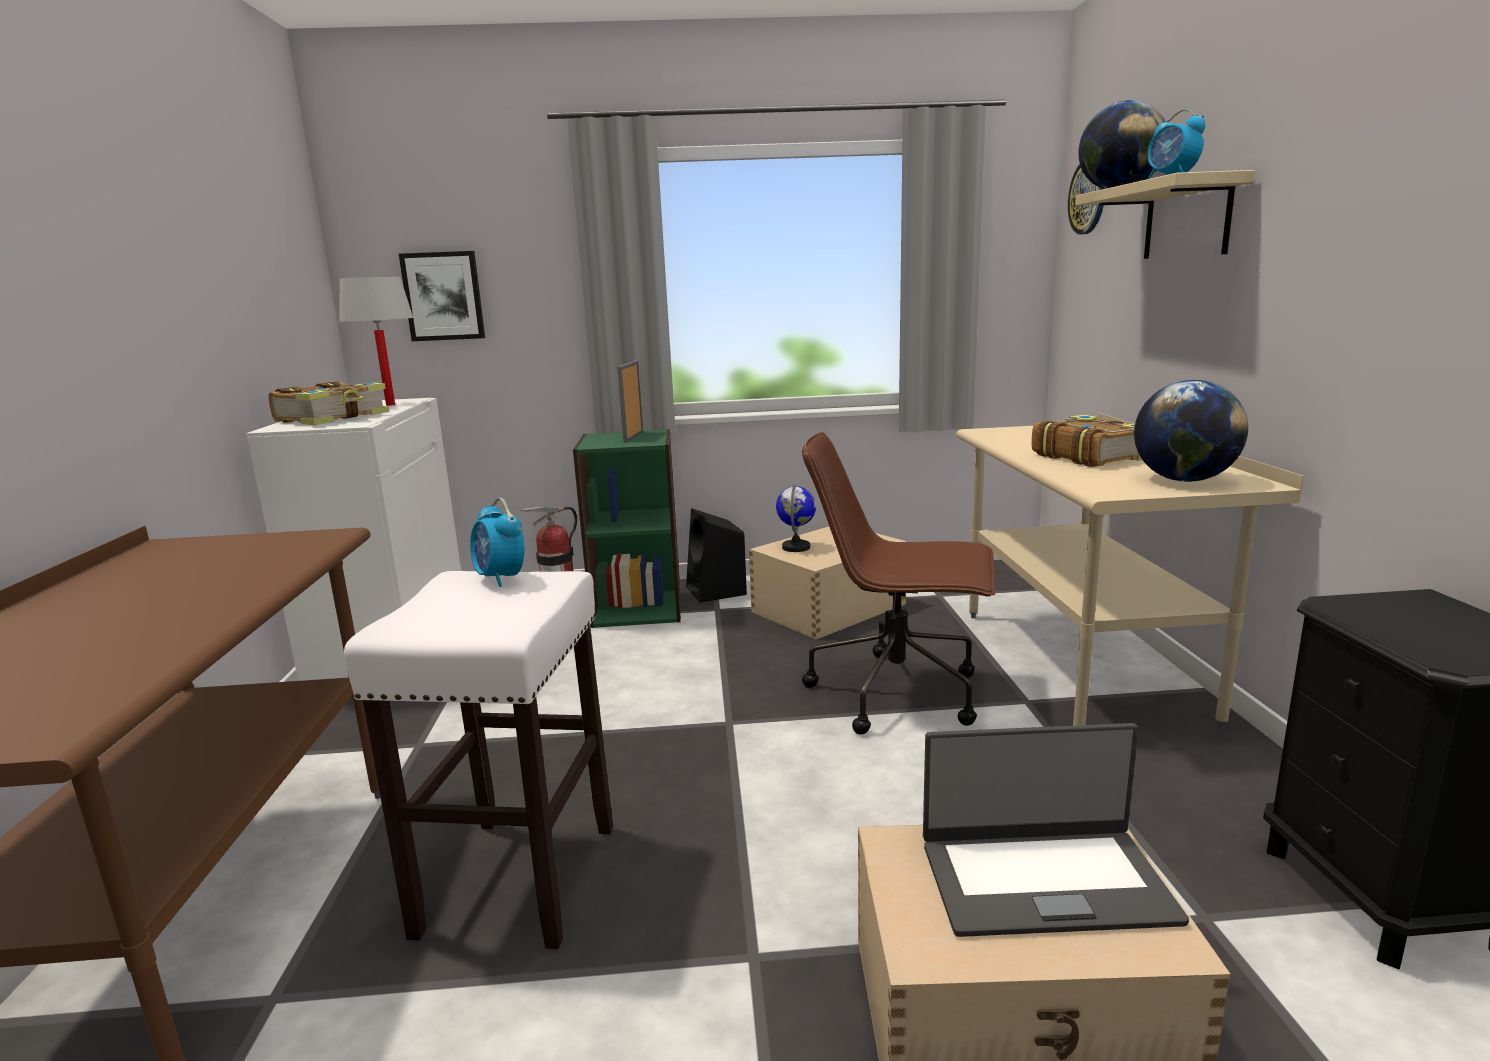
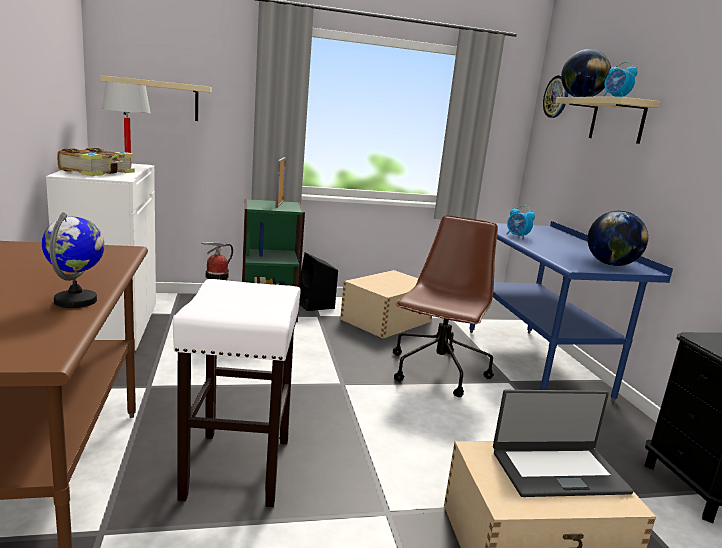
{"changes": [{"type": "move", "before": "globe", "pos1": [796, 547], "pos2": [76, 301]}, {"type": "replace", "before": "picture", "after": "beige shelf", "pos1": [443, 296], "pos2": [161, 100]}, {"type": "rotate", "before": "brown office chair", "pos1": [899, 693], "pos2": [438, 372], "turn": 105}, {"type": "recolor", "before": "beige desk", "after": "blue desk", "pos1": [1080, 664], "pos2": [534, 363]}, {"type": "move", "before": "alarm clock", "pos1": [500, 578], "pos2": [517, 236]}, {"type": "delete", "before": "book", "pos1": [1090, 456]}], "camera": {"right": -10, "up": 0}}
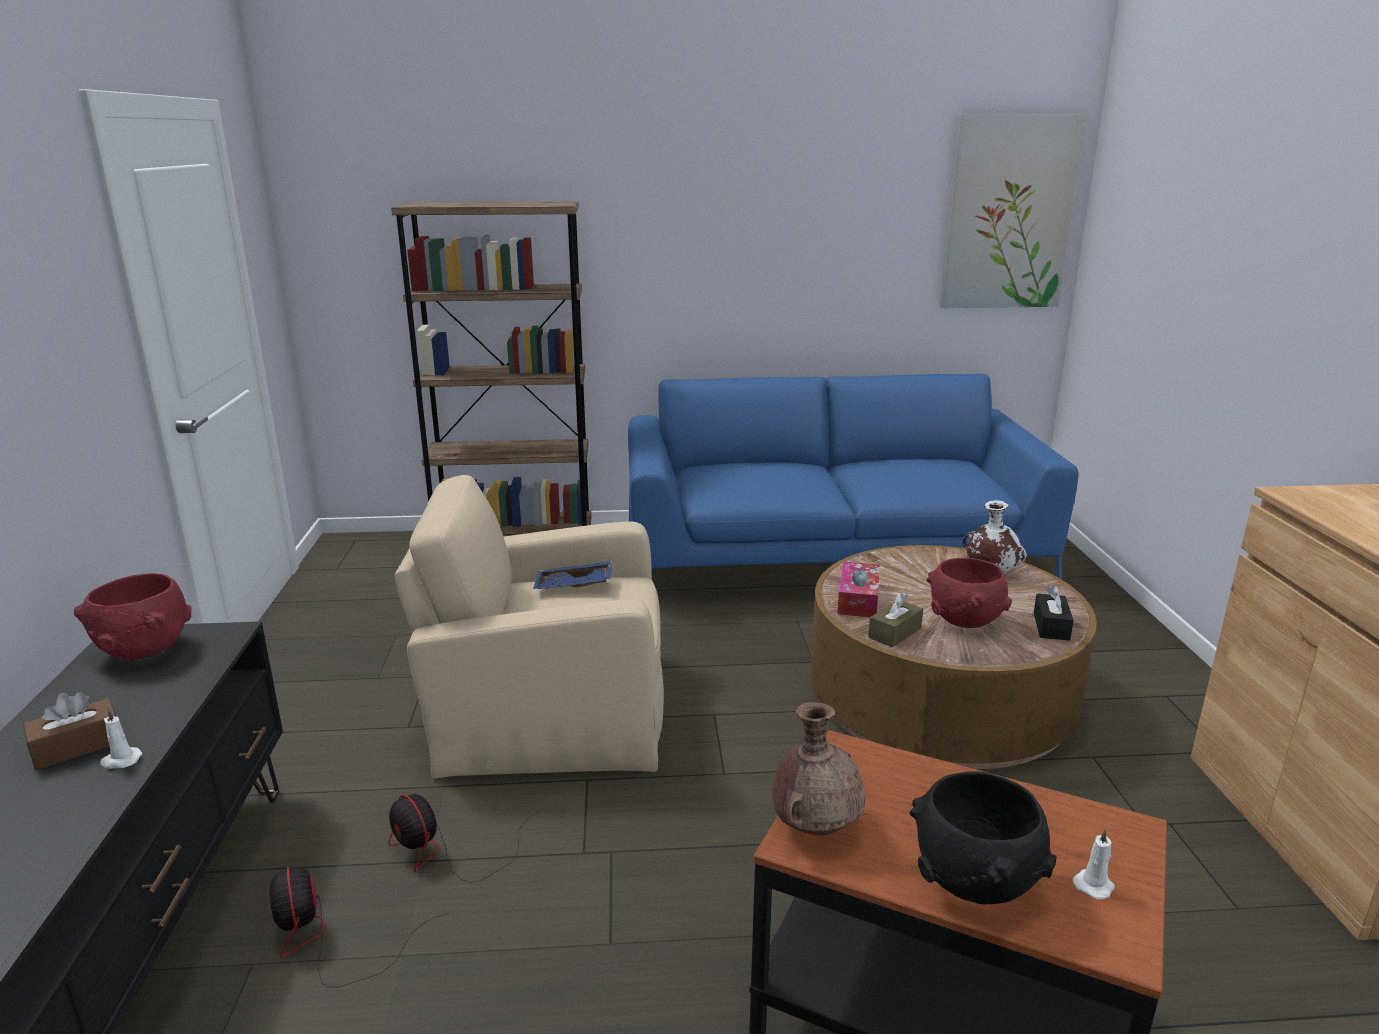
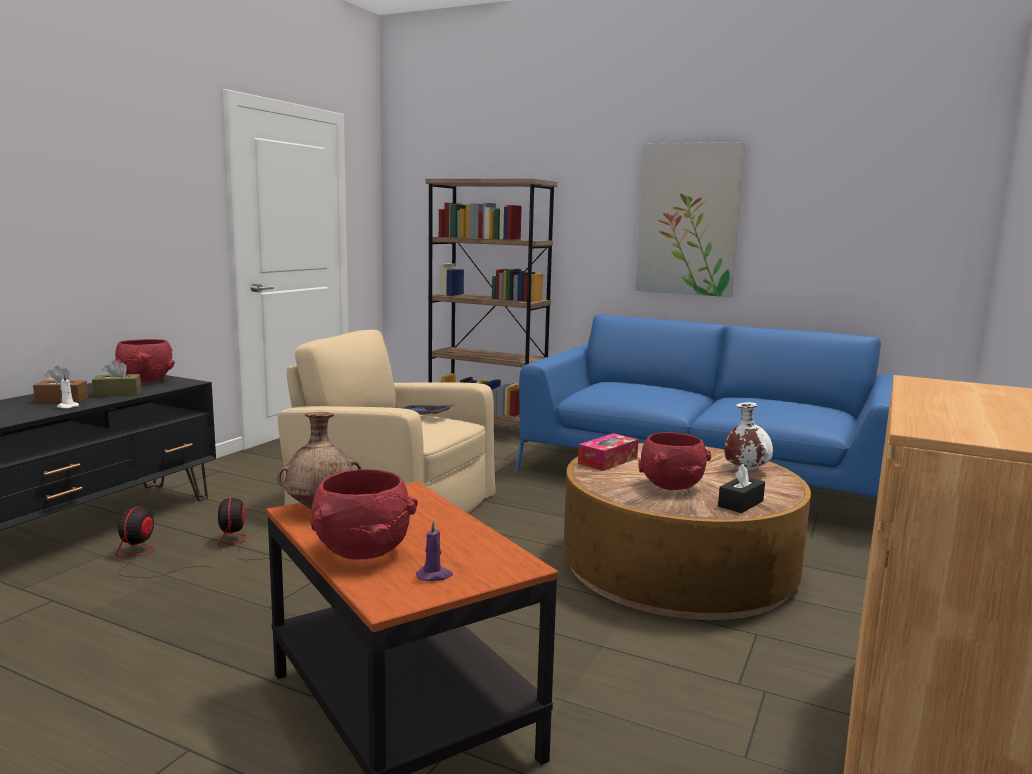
{"changes": [{"type": "move", "before": "brown tissue box", "pos1": [894, 633], "pos2": [117, 393]}, {"type": "recolor", "before": "black bowl", "after": "red bowl", "pos1": [976, 881], "pos2": [363, 552]}, {"type": "recolor", "before": "white candle", "after": "purple candle", "pos1": [1094, 885], "pos2": [434, 576]}, {"type": "move", "before": "picture", "pos1": [1008, 213], "pos2": [688, 220]}], "camera": {"right": 30, "up": -10}}
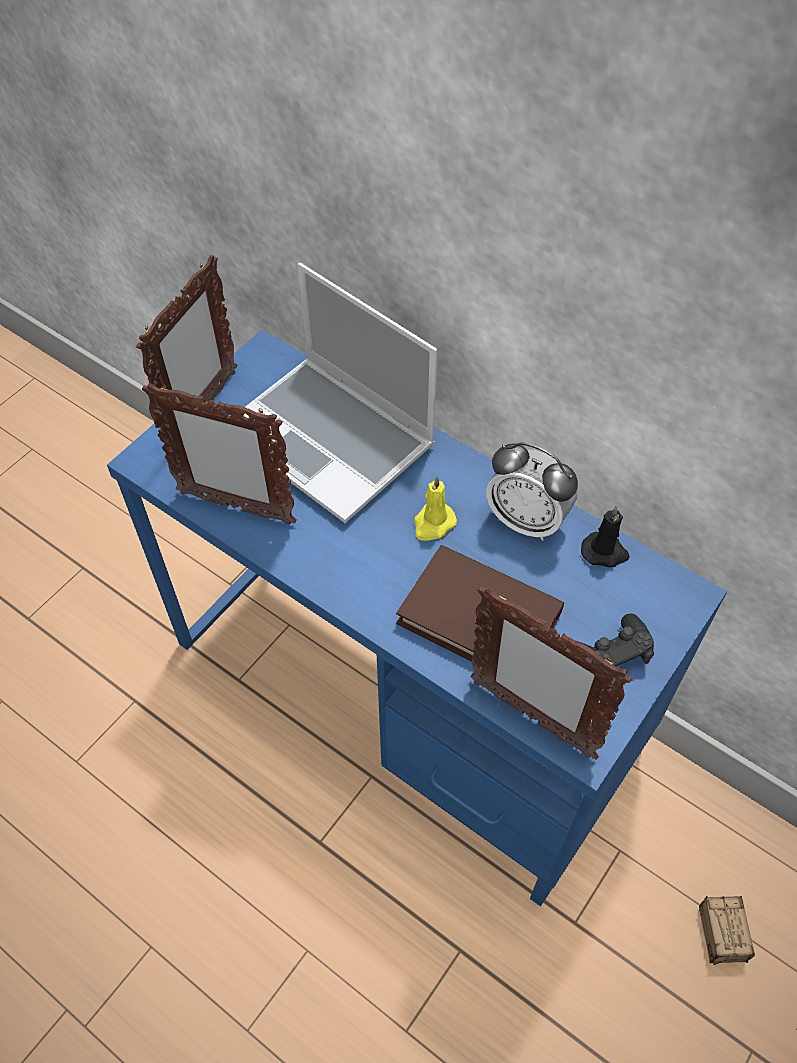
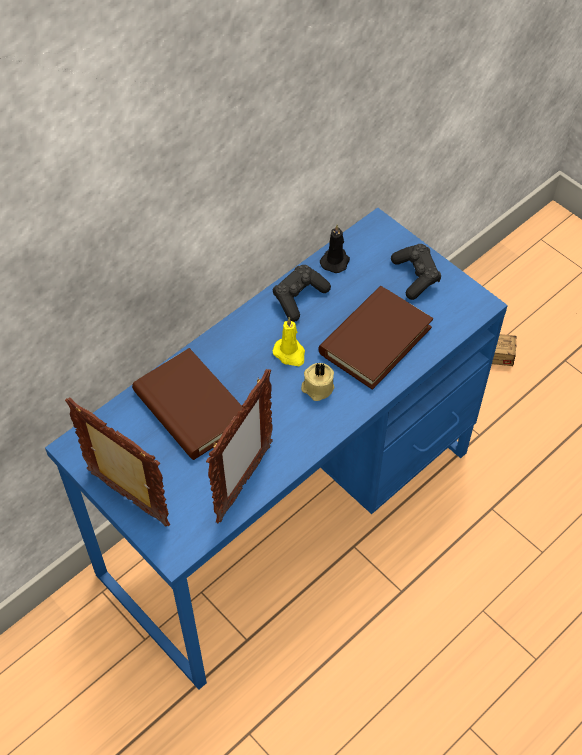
{"changes": [{"type": "replace", "before": "laptop", "after": "brown book", "pos1": [332, 440], "pos2": [191, 407]}, {"type": "replace", "before": "alarm clock", "after": "black game controller", "pos1": [526, 520], "pos2": [299, 298]}, {"type": "insert", "after": "beige candle", "pos2": [317, 388]}, {"type": "delete", "before": "picture frame", "pos1": [531, 717]}], "camera": {"right": -80, "up": 0}}
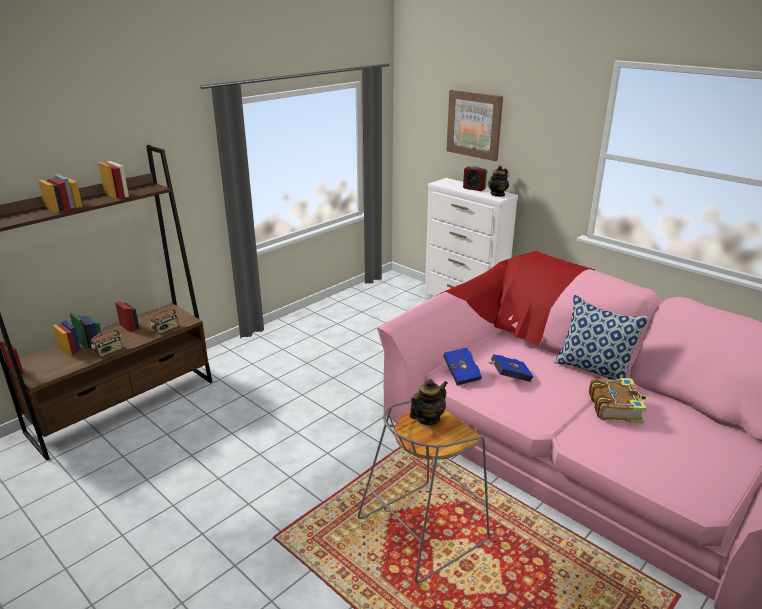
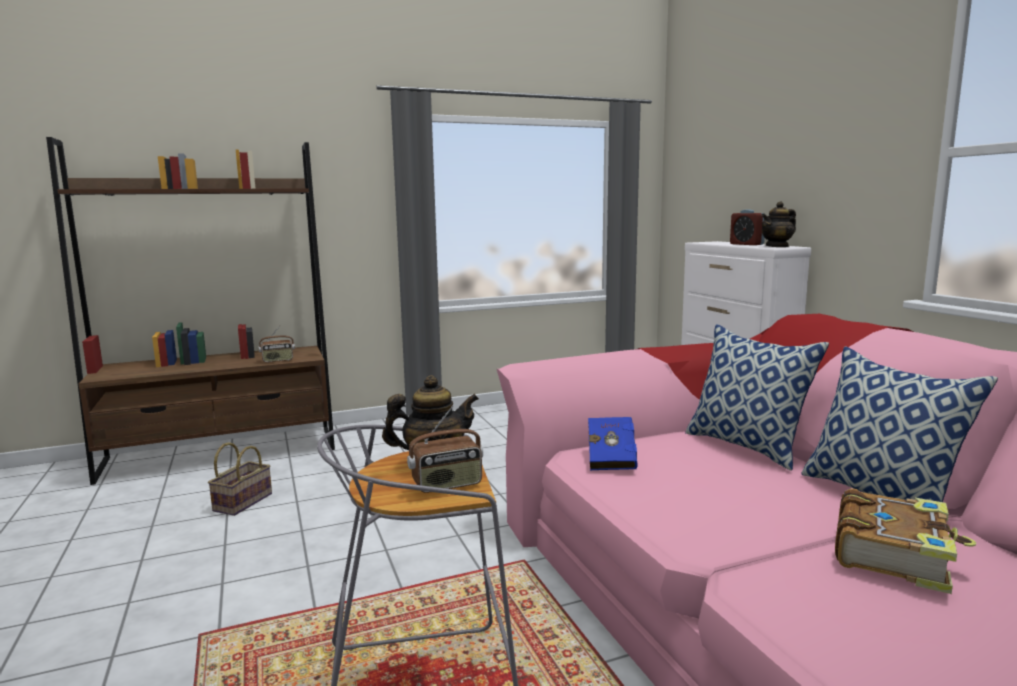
{"changes": [{"type": "insert", "after": "basket", "pos2": [243, 501]}, {"type": "move", "before": "radio", "pos1": [109, 351], "pos2": [447, 485]}, {"type": "insert", "after": "pillow", "pos2": [747, 447]}, {"type": "delete", "before": "picture", "pos1": [474, 124]}, {"type": "delete", "before": "blue book", "pos1": [508, 377]}], "camera": {"right": 25, "up": -15}}
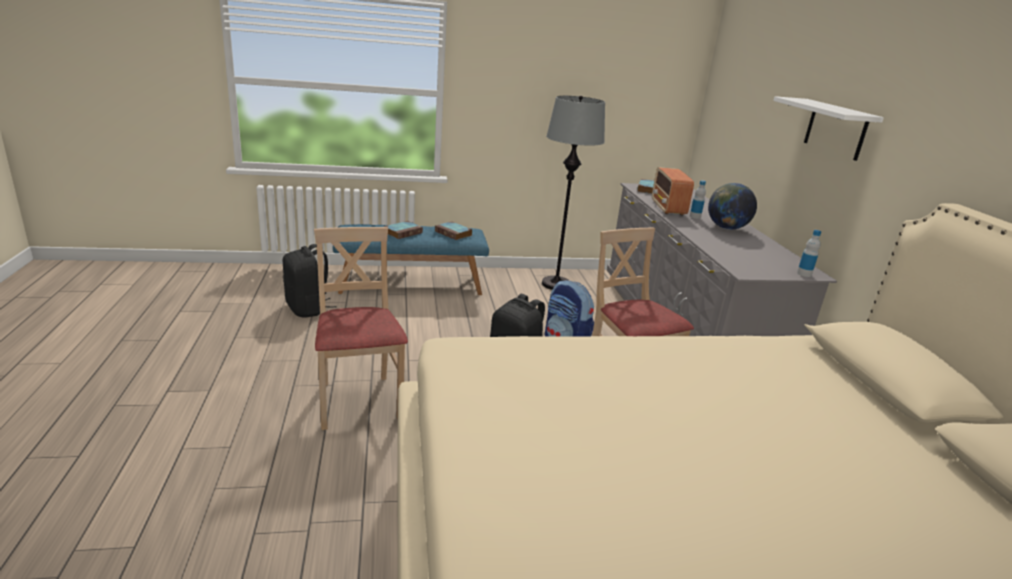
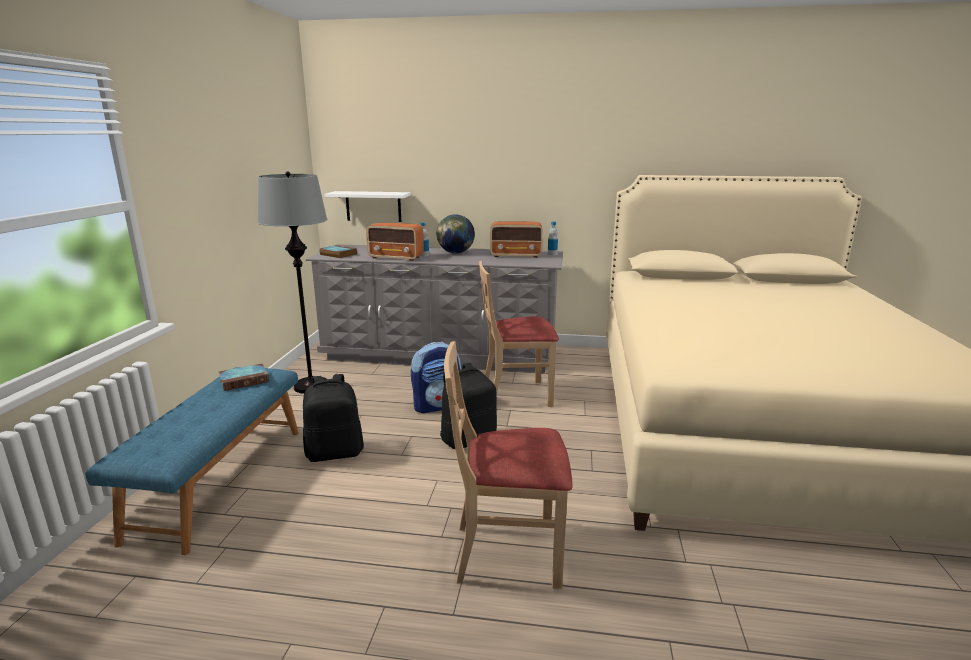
{"changes": [{"type": "move", "before": "black backpack", "pos1": [307, 309], "pos2": [335, 453]}, {"type": "move", "before": "white shelf", "pos1": [835, 129], "pos2": [373, 206]}, {"type": "insert", "after": "radio", "pos2": [516, 255]}, {"type": "delete", "before": "book", "pos1": [403, 232]}], "camera": {"right": -70, "up": -5}}
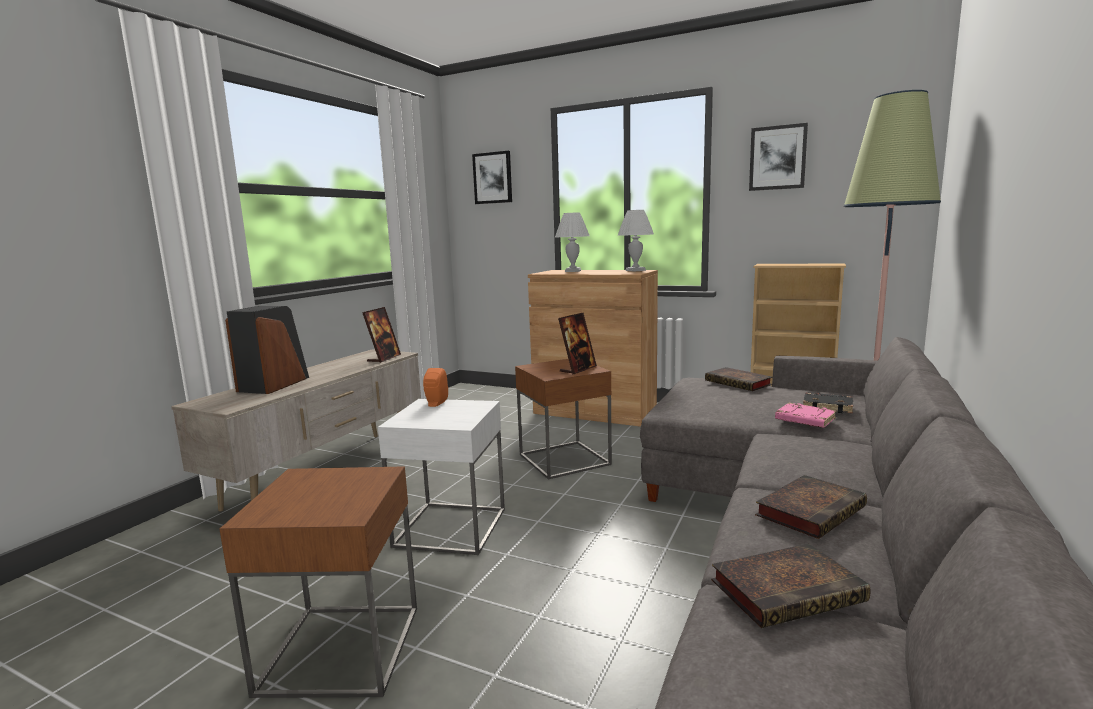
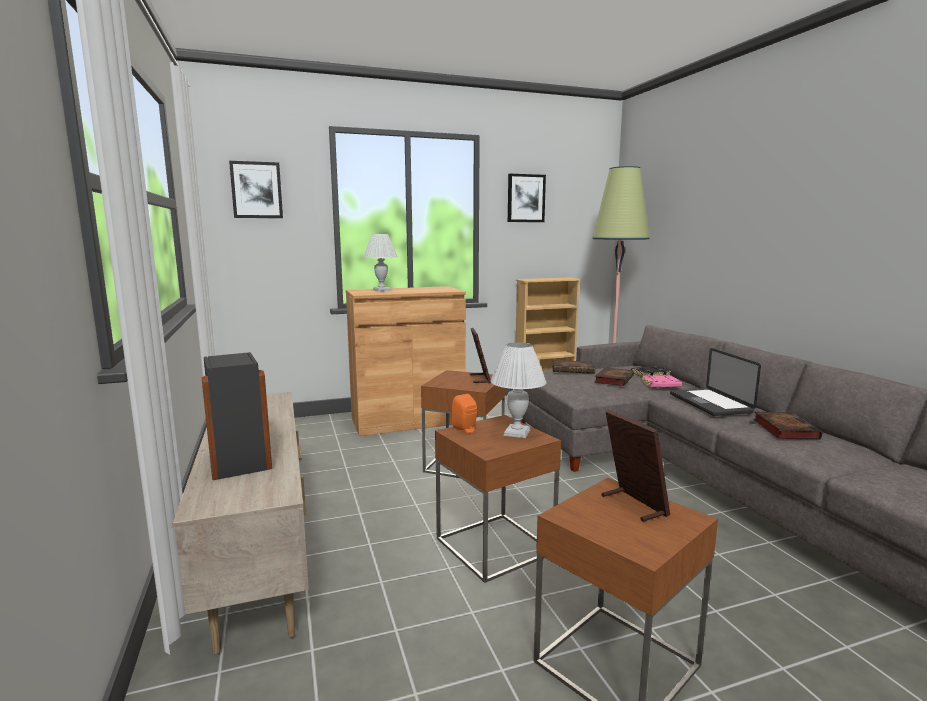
{"changes": [{"type": "recolor", "before": "white side table", "after": "brown side table", "pos1": [450, 527], "pos2": [494, 545]}, {"type": "move", "before": "white table lamp", "pos1": [635, 270], "pos2": [516, 432]}, {"type": "move", "before": "book", "pos1": [789, 590], "pos2": [613, 379]}, {"type": "move", "before": "picture frame", "pos1": [384, 358], "pos2": [633, 505]}, {"type": "insert", "after": "laptop", "pos2": [710, 403]}], "camera": {"right": -45, "up": 0}}
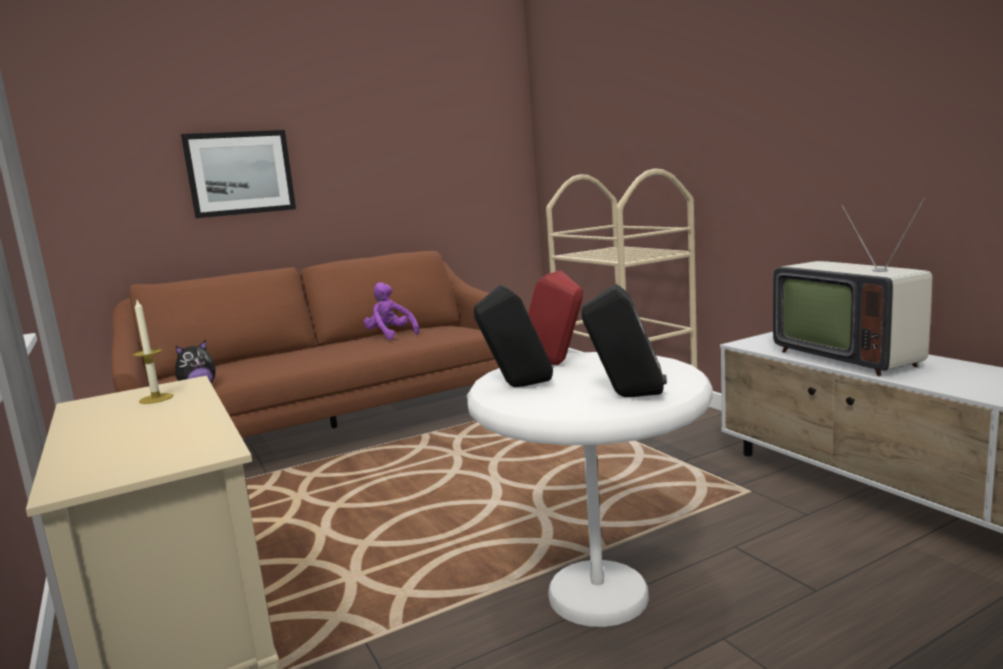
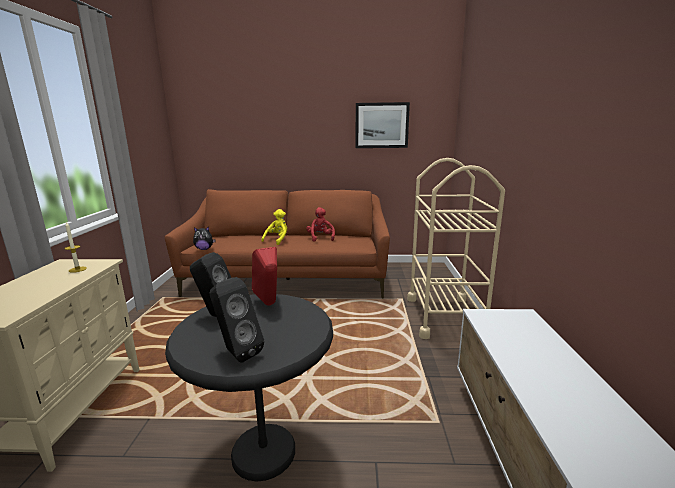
{"changes": [{"type": "recolor", "before": "white side table", "after": "black side table", "pos1": [598, 595], "pos2": [263, 452]}, {"type": "insert", "after": "yellow plush toy", "pos2": [277, 240]}, {"type": "recolor", "before": "purple plush toy", "after": "red plush toy", "pos1": [390, 335], "pos2": [320, 238]}, {"type": "move", "before": "picture", "pos1": [240, 173], "pos2": [381, 125]}, {"type": "delete", "before": "television", "pos1": [848, 357]}], "camera": {"right": 30, "up": 5}}
